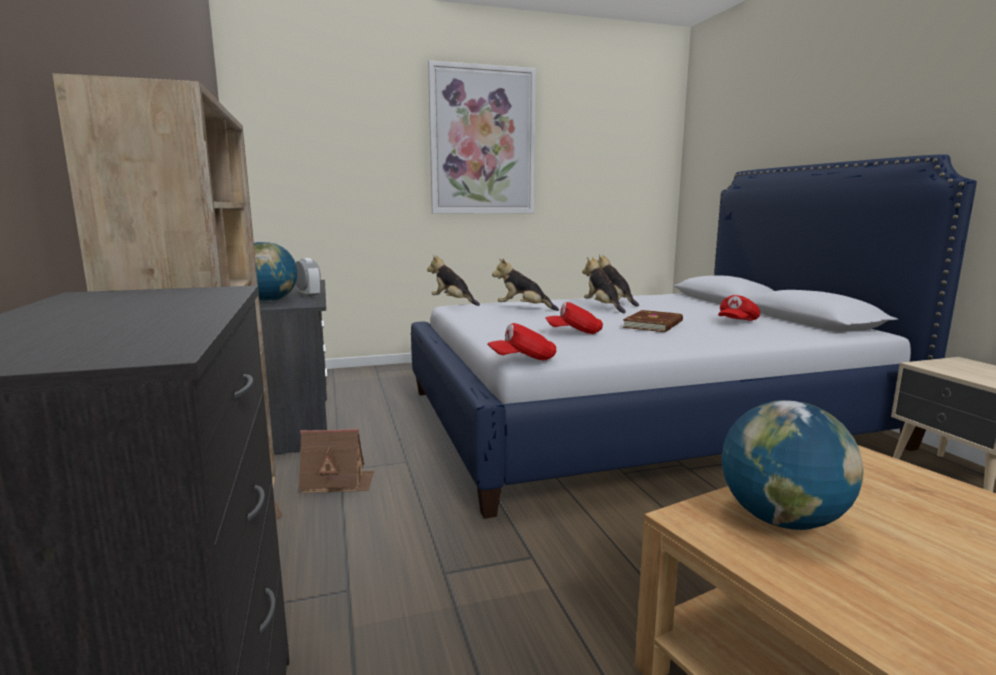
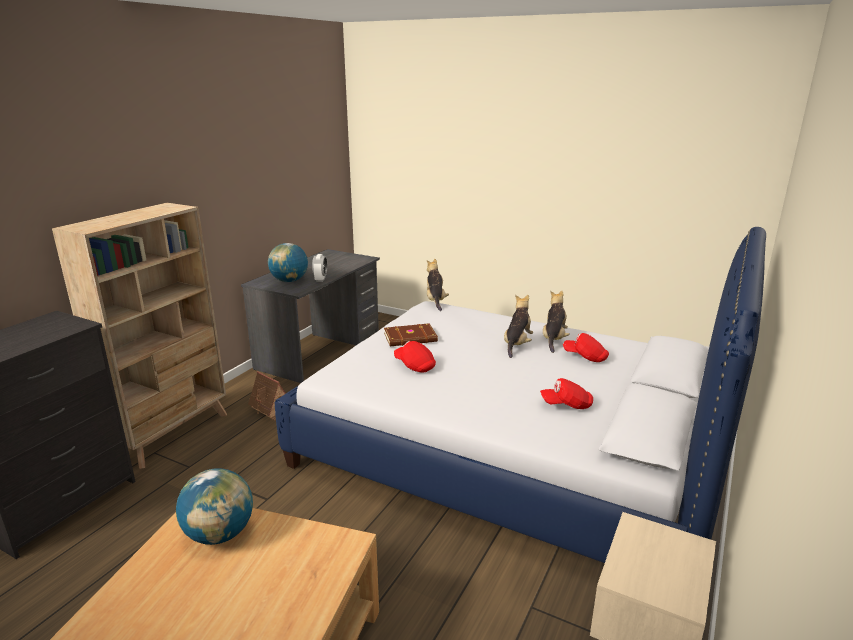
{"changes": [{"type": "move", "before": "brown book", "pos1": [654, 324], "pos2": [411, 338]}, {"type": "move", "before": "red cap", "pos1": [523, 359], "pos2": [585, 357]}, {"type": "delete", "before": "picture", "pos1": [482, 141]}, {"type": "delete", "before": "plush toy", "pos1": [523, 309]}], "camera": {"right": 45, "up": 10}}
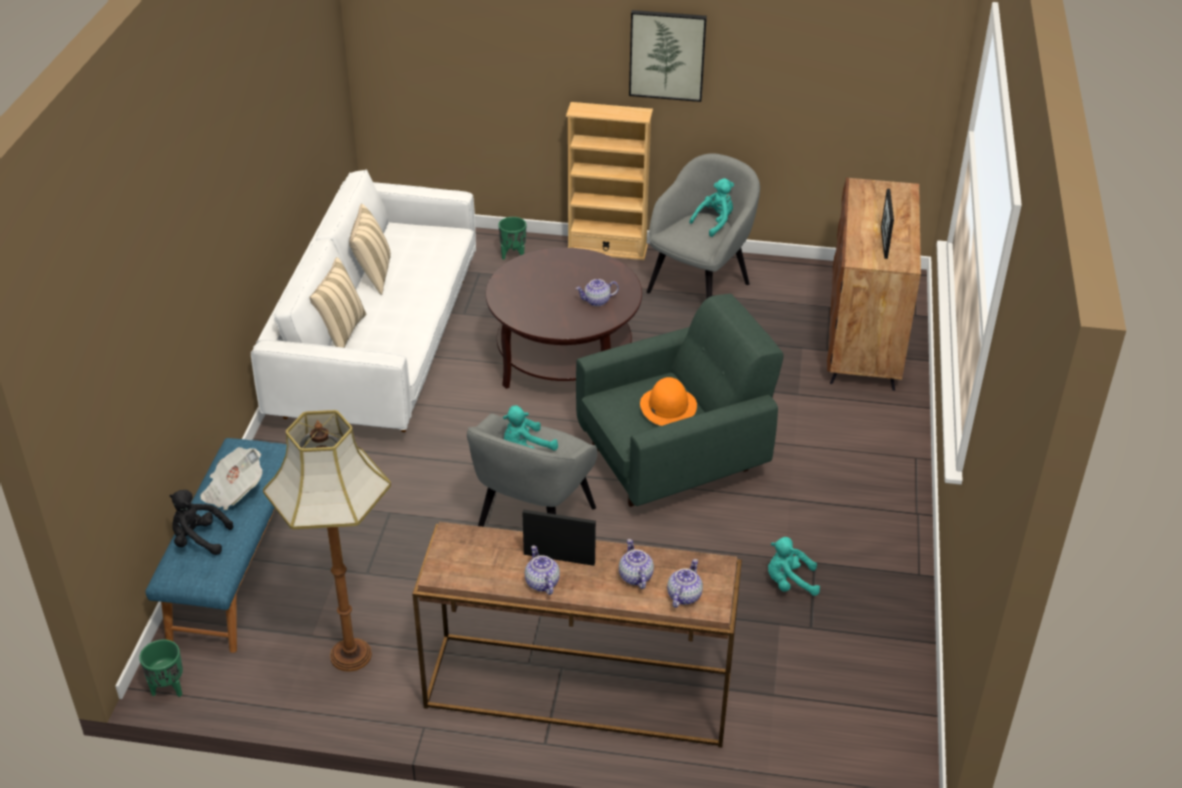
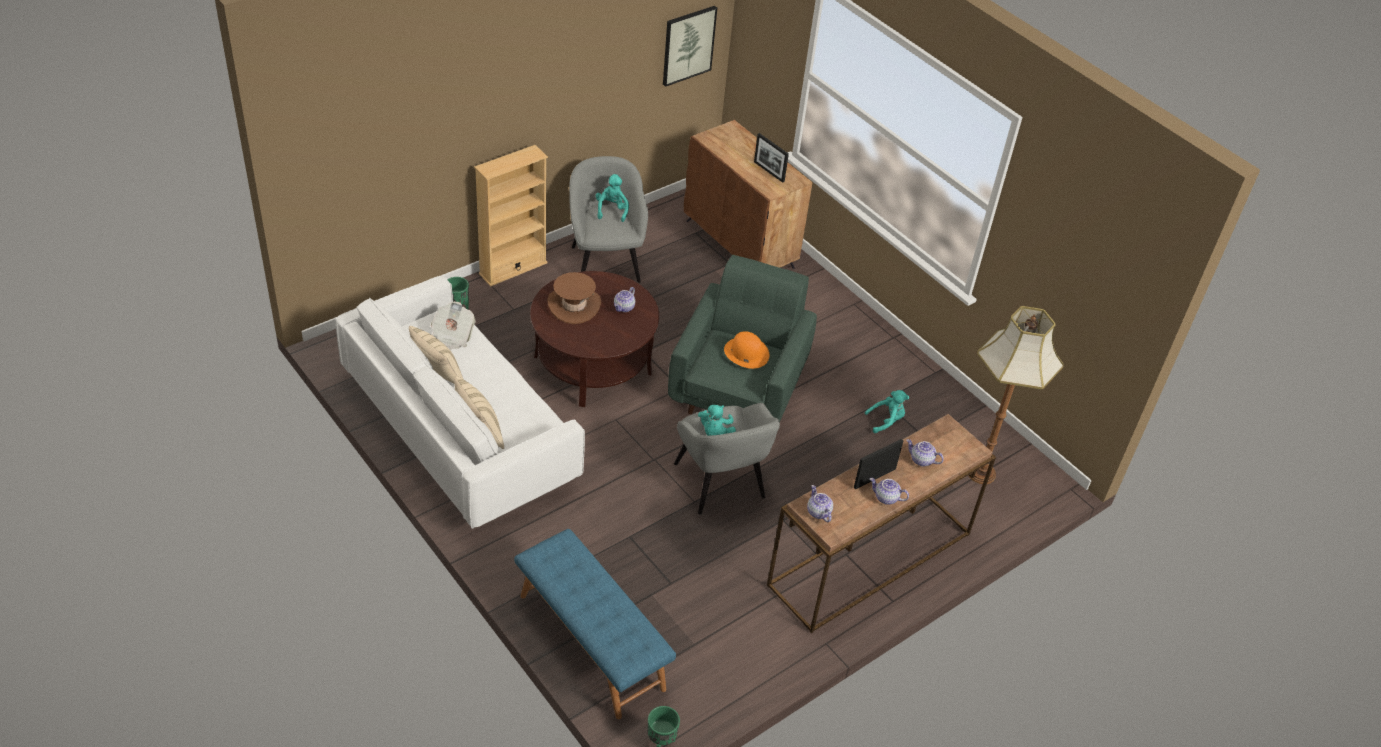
{"changes": [{"type": "move", "before": "newspaper", "pos1": [233, 491], "pos2": [452, 336]}, {"type": "insert", "after": "brown hat", "pos2": [574, 306]}, {"type": "move", "before": "picture", "pos1": [667, 55], "pos2": [688, 45]}, {"type": "move", "before": "teapot", "pos1": [683, 595], "pos2": [818, 512]}, {"type": "rotate", "before": "turquoise plush toy", "pos1": [789, 582], "pos2": [886, 421], "turn": -150}, {"type": "move", "before": "floor lamp", "pos1": [351, 656], "pos2": [982, 474]}, {"type": "delete", "before": "black plush toy", "pos1": [199, 539]}], "camera": {"right": -50, "up": 5}}
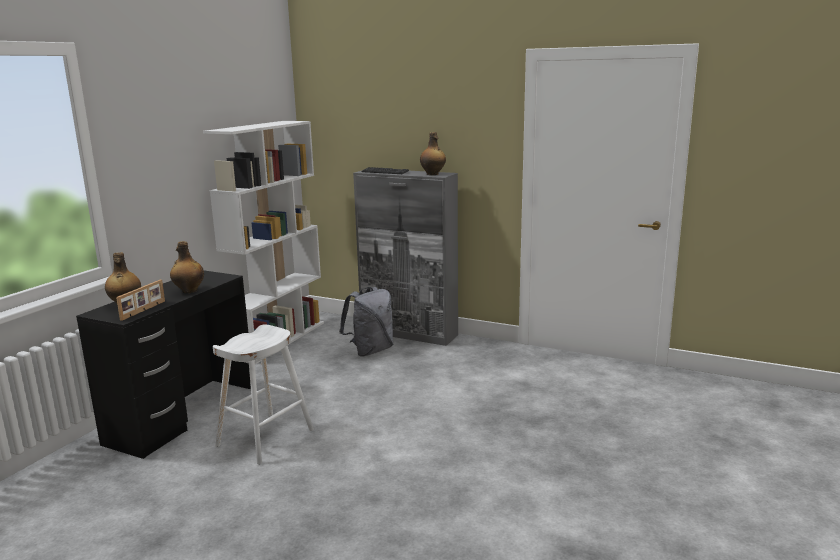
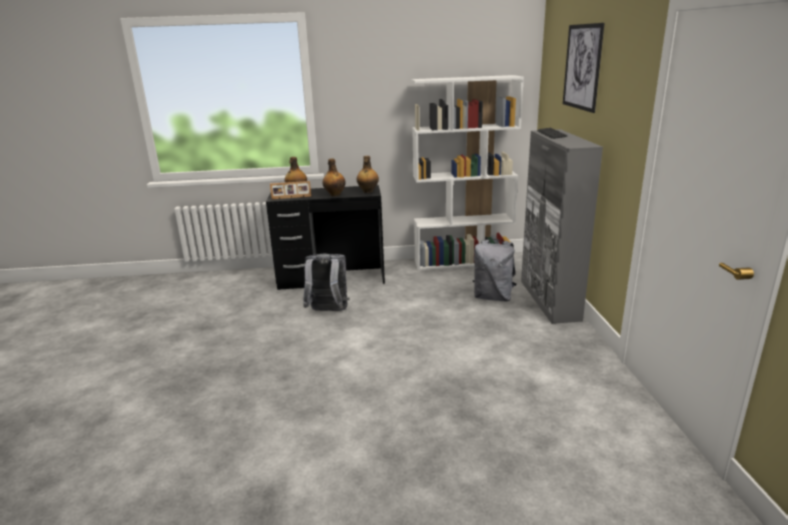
{"changes": [{"type": "replace", "before": "white stool", "after": "grey backpack", "pos1": [265, 437], "pos2": [328, 312]}, {"type": "move", "before": "bottle", "pos1": [433, 174], "pos2": [368, 191]}, {"type": "insert", "after": "picture", "pos2": [582, 67]}], "camera": {"right": 60, "up": 5}}
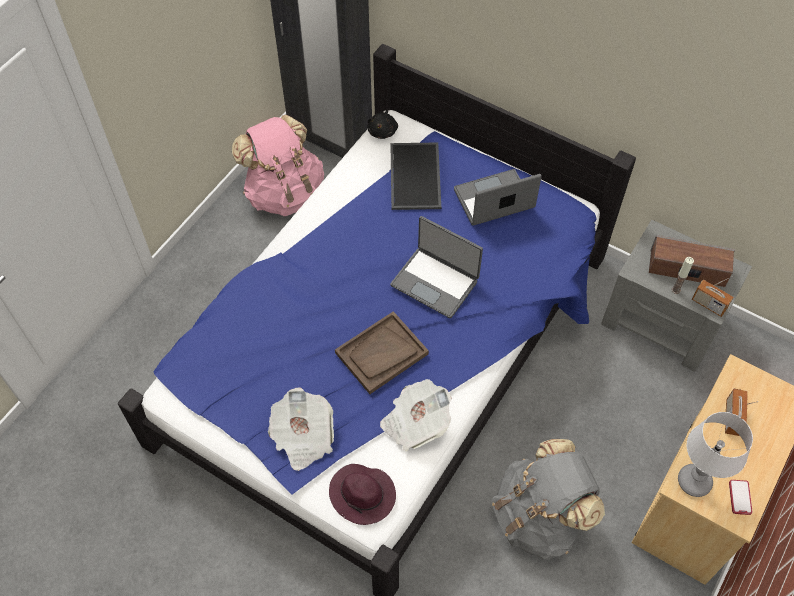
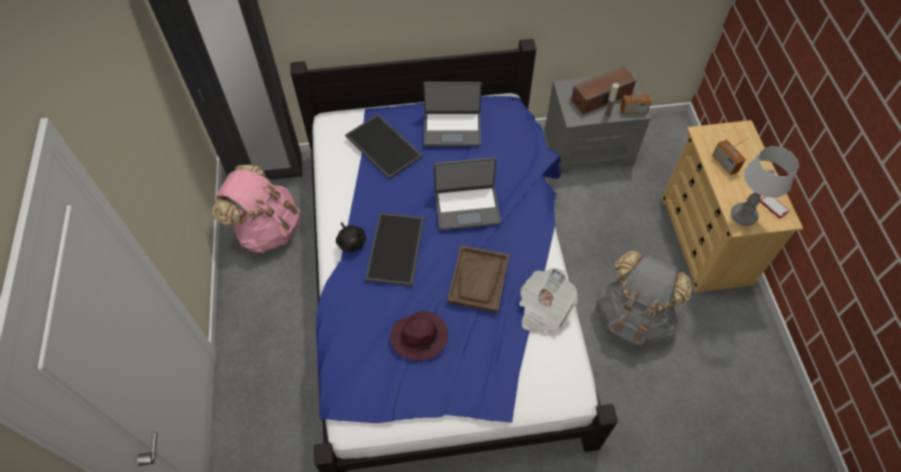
{"changes": [{"type": "move", "before": "black plush toy", "pos1": [383, 131], "pos2": [351, 242]}, {"type": "insert", "after": "tray", "pos2": [396, 250]}, {"type": "move", "before": "purple hat", "pos1": [363, 495], "pos2": [420, 337]}, {"type": "rotate", "before": "laptop", "pos1": [494, 200], "pos2": [452, 128], "turn": -120}, {"type": "delete", "before": "newspaper", "pos1": [303, 437]}], "camera": {"right": -40, "up": 0}}
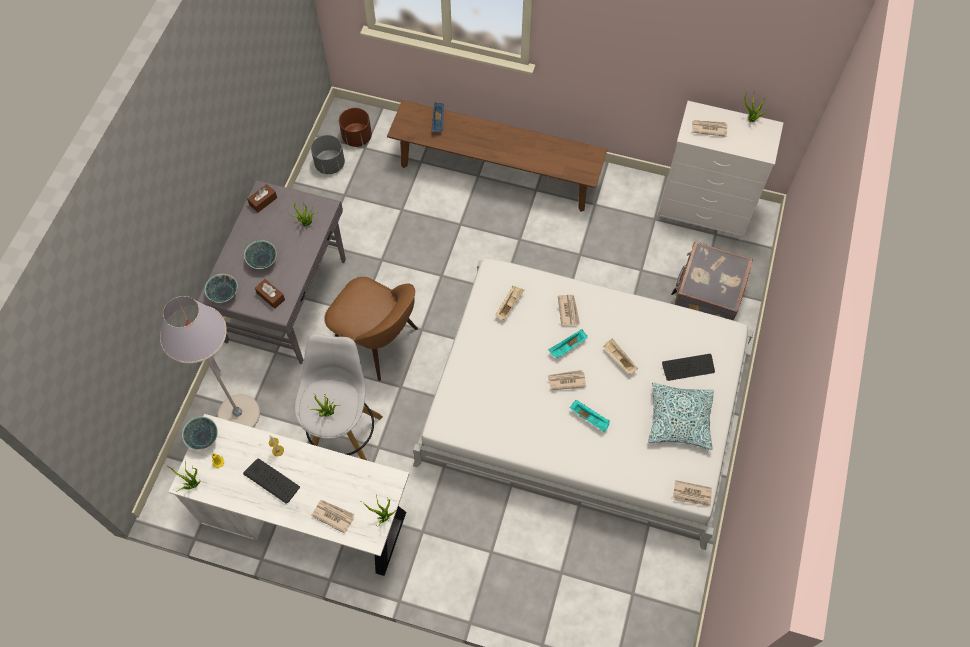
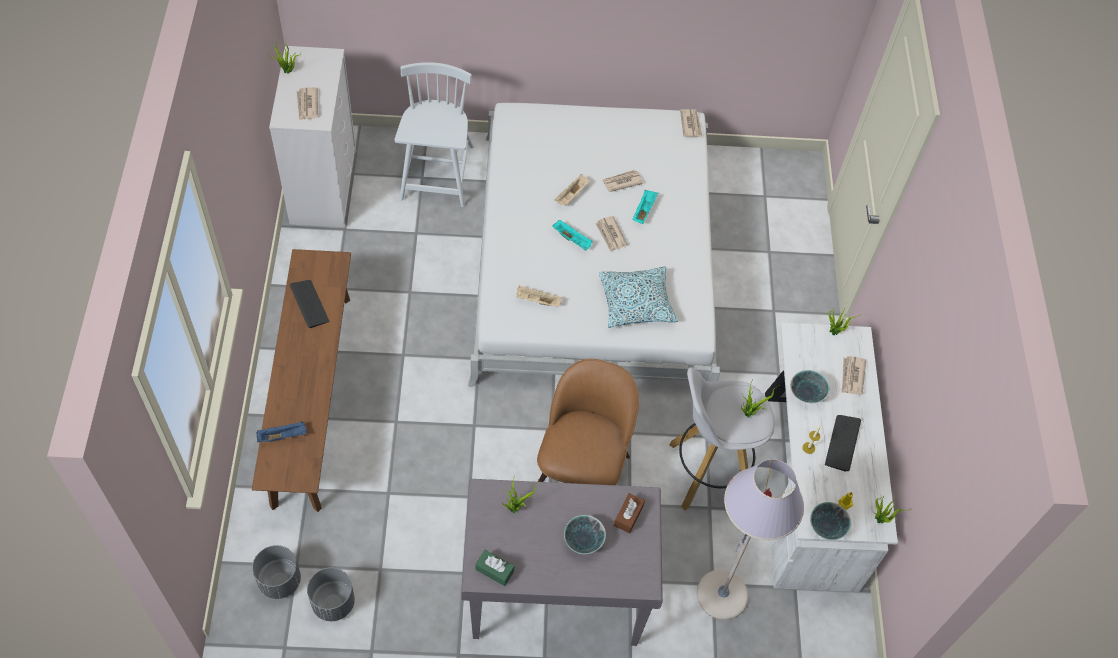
{"changes": [{"type": "recolor", "before": "brown planter", "after": "grey planter", "pos1": [357, 137], "pos2": [280, 581]}, {"type": "move", "before": "keyboard", "pos1": [688, 367], "pos2": [309, 304]}, {"type": "replace", "before": "grey suitcase", "after": "white chair", "pos1": [705, 298], "pos2": [437, 174]}, {"type": "recolor", "before": "brown tissue box", "after": "green tissue box", "pos1": [263, 201], "pos2": [494, 570]}, {"type": "move", "before": "pillow", "pos1": [679, 419], "pos2": [636, 302]}, {"type": "move", "before": "newspaper", "pos1": [568, 310], "pos2": [622, 182]}, {"type": "move", "before": "bowl", "pos1": [224, 295], "pos2": [806, 394]}], "camera": {"right": -110, "up": -5}}
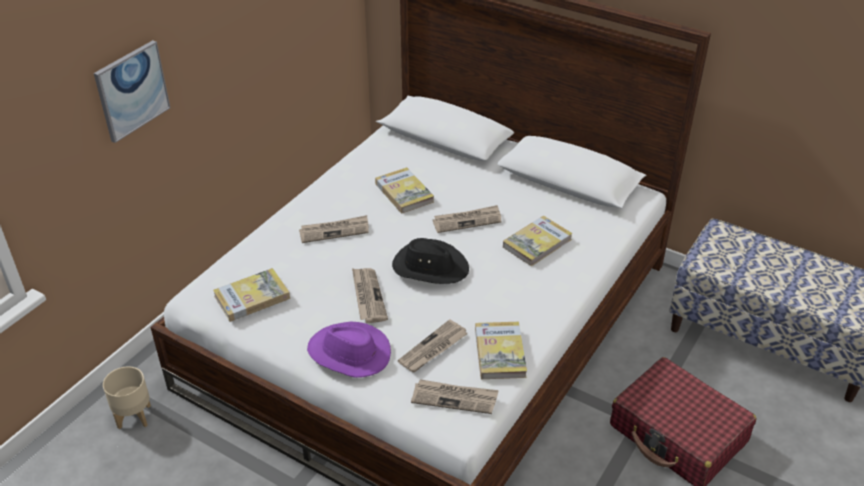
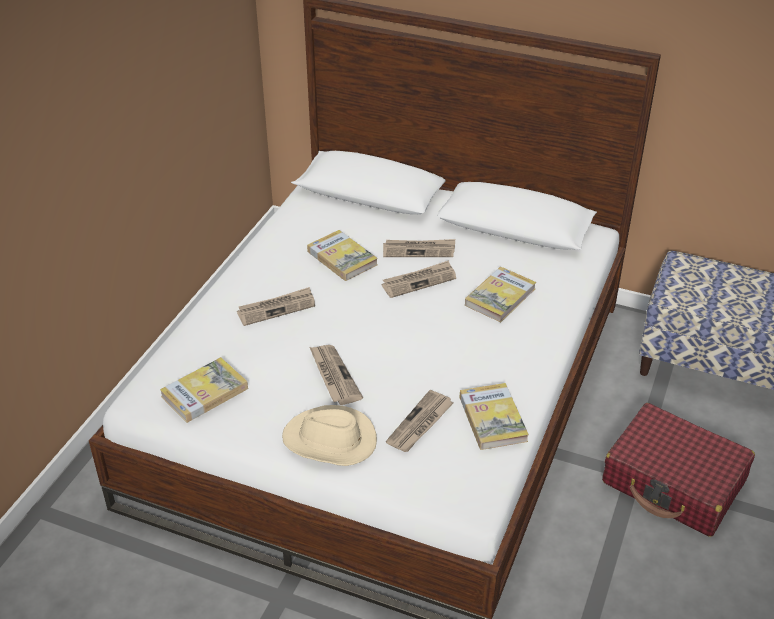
{"changes": [{"type": "recolor", "before": "purple hat", "after": "beige hat", "pos1": [349, 353], "pos2": [330, 441]}, {"type": "move", "before": "newspaper", "pos1": [455, 398], "pos2": [419, 250]}, {"type": "delete", "before": "picture", "pos1": [132, 90]}, {"type": "delete", "before": "beige planter", "pos1": [134, 416]}, {"type": "delete", "before": "black hat", "pos1": [430, 267]}], "camera": {"right": -10, "up": 0}}
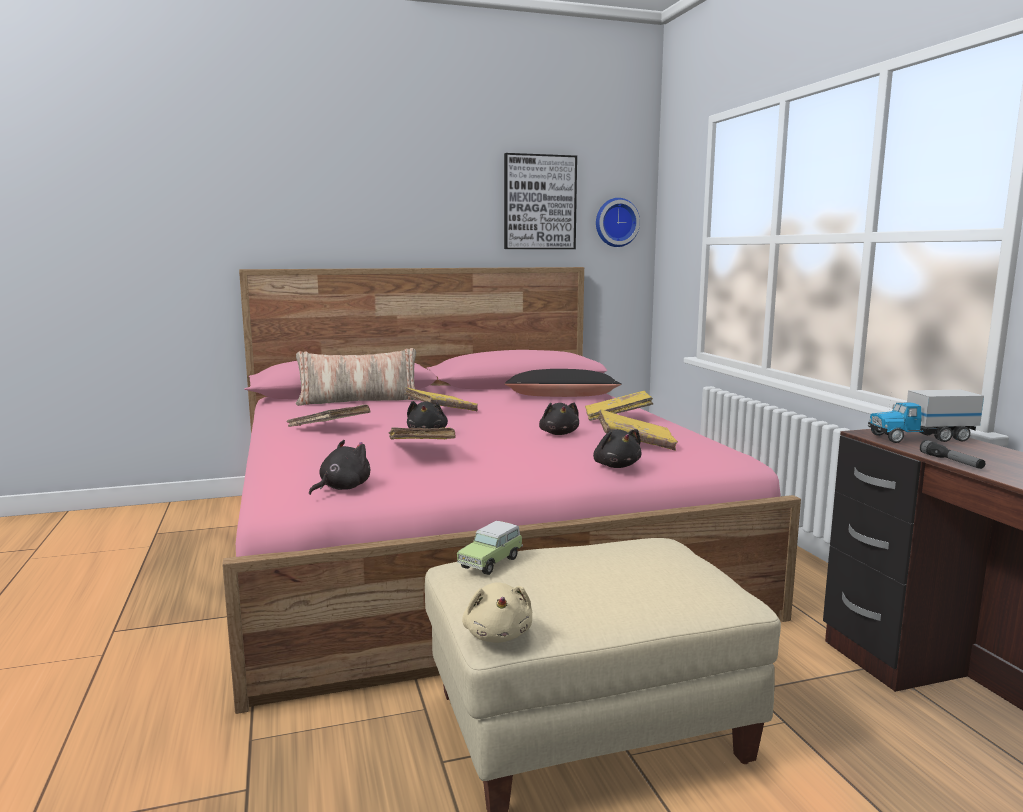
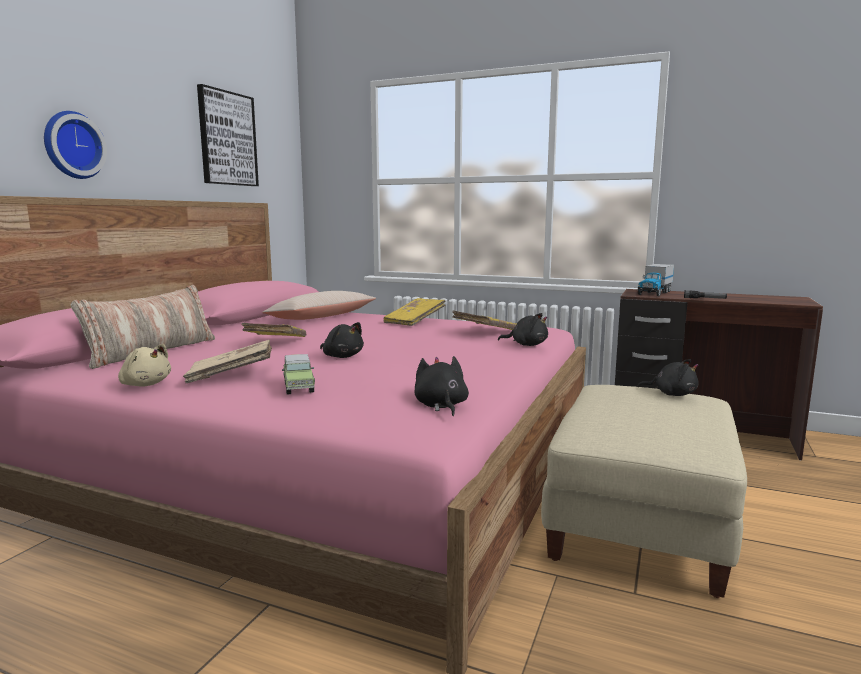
{"changes": [{"type": "move", "before": "wall clock", "pos1": [616, 222], "pos2": [72, 145]}, {"type": "move", "before": "beige plush toy", "pos1": [498, 634], "pos2": [145, 384]}, {"type": "recolor", "before": "black pillow", "after": "beige pillow", "pos1": [561, 396], "pos2": [321, 317]}, {"type": "move", "before": "toy car", "pos1": [492, 562], "pos2": [298, 387]}, {"type": "move", "before": "black plush toy", "pos1": [559, 433], "pos2": [671, 394]}, {"type": "delete", "before": "yellow book", "pos1": [420, 449]}], "camera": {"right": -50, "up": 0}}
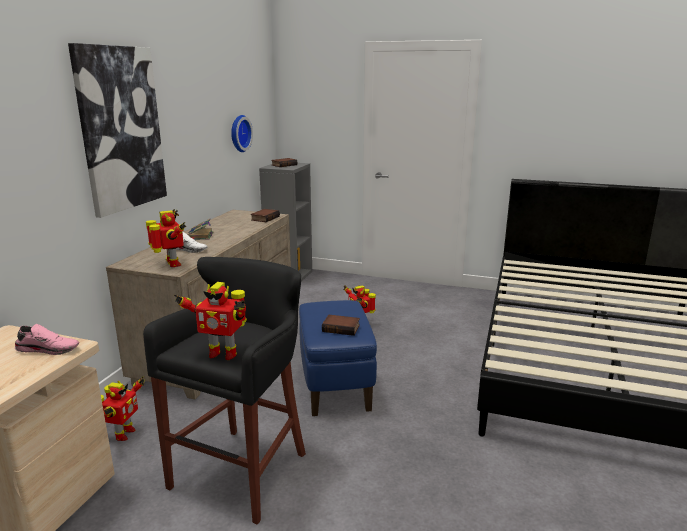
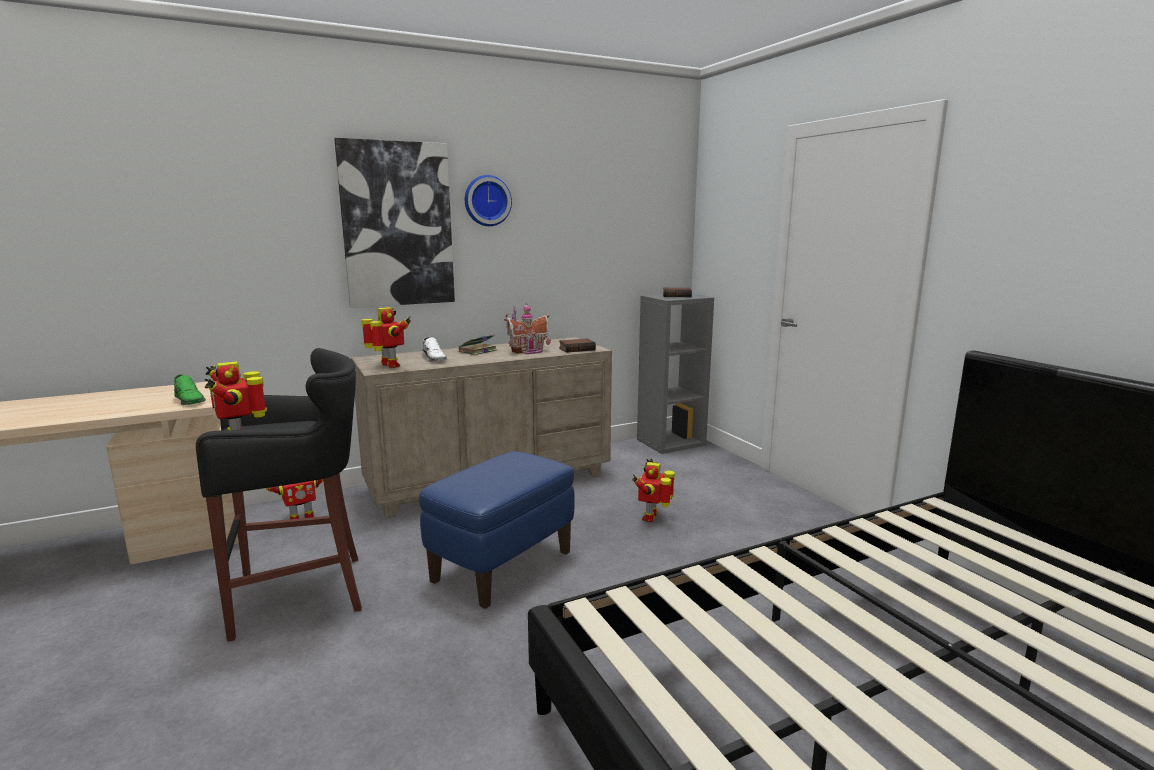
{"changes": [{"type": "recolor", "before": "pink shoe", "after": "green shoe", "pos1": [49, 349], "pos2": [190, 400]}, {"type": "rotate", "before": "toy robot", "pos1": [172, 264], "pos2": [389, 366], "turn": -60}, {"type": "move", "before": "wall clock", "pos1": [239, 133], "pos2": [487, 201]}, {"type": "insert", "after": "toy house", "pos2": [529, 351]}, {"type": "delete", "before": "book", "pos1": [341, 328]}], "camera": {"right": 45, "up": -5}}
